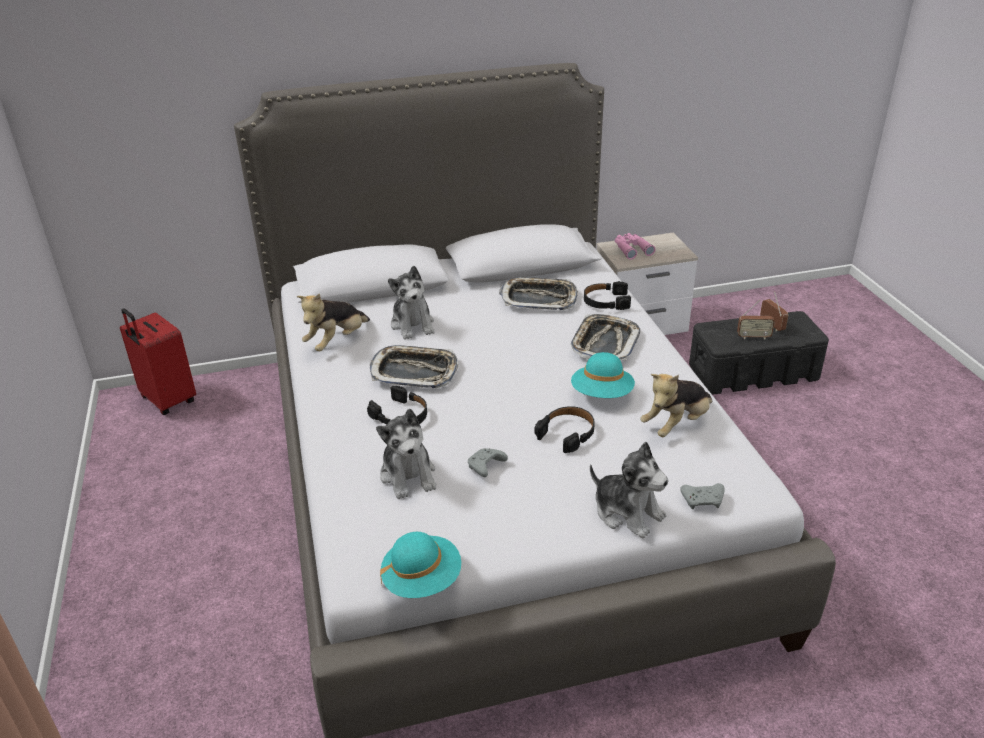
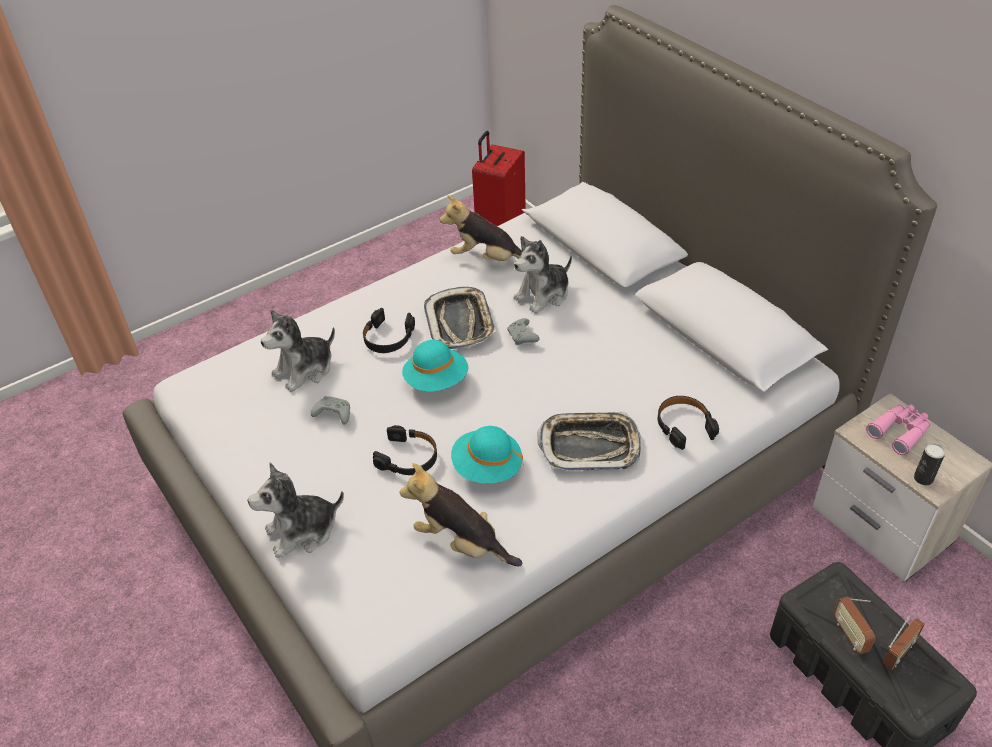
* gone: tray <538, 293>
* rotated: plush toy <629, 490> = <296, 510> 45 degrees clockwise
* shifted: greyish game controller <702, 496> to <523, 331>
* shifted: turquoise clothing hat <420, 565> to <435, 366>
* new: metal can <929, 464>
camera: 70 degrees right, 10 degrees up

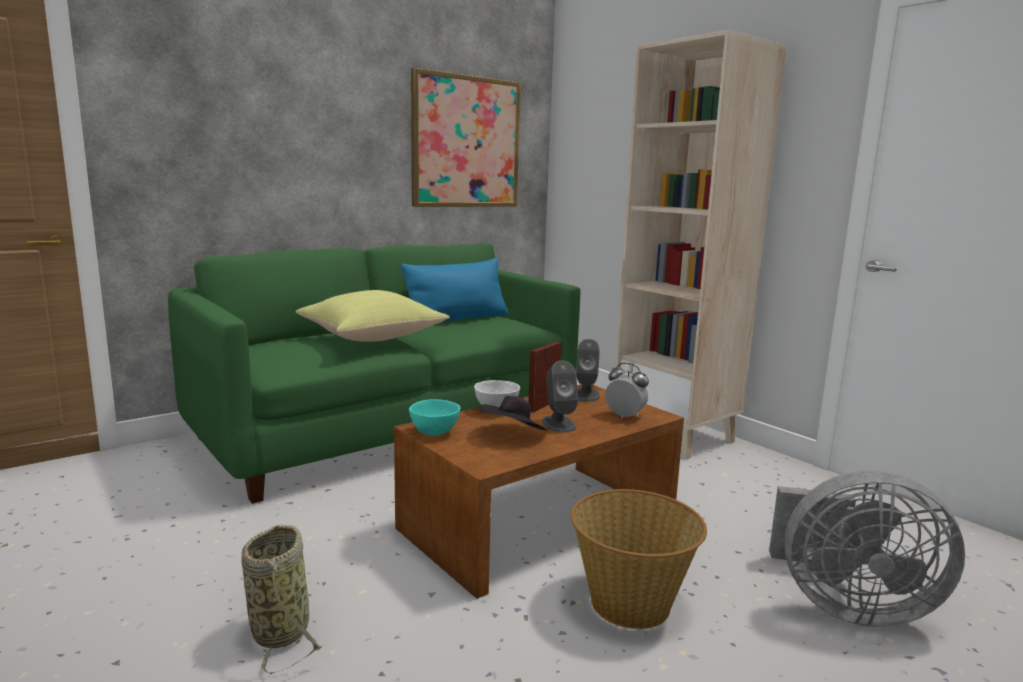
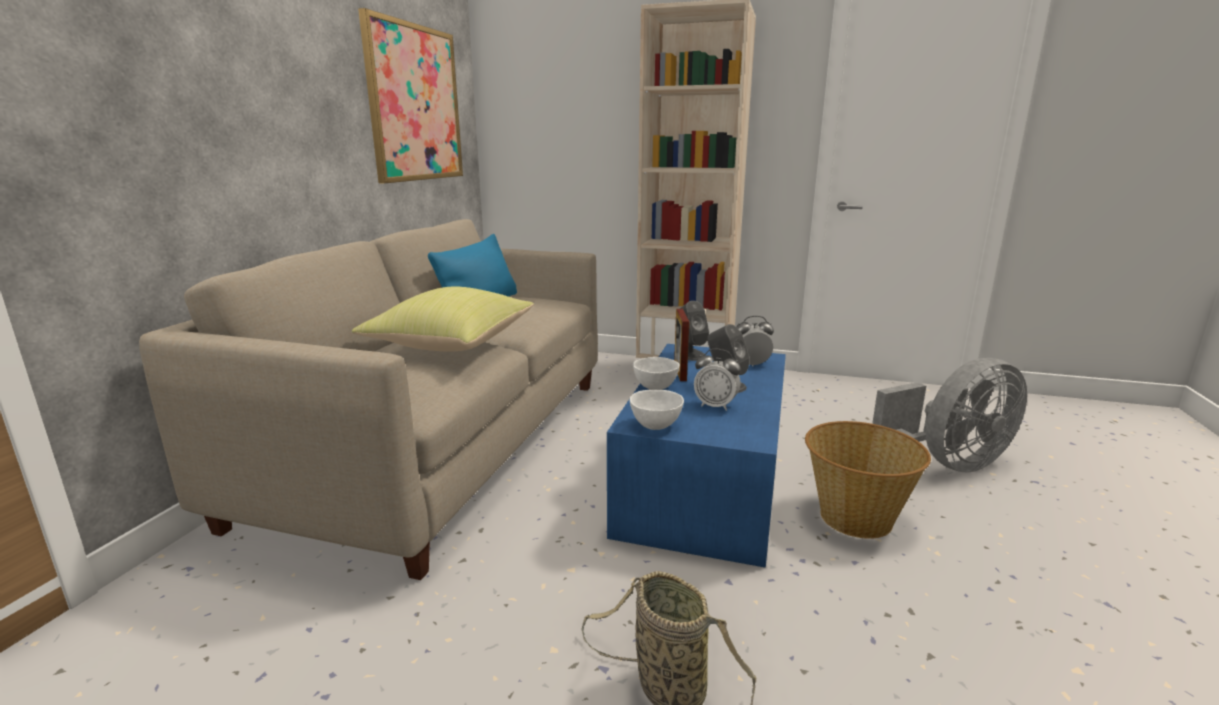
* repainted: greenish settee <374, 373> to beige settee <368, 399>
* repainted: brown lounge table <539, 492> to bluish lounge table <696, 455>
* swapped: blackish clothing hat <514, 413> to bedside clock <717, 380>
* repainted: turquoise serving bowl <434, 417> to whitish serving bowl <657, 410>
camera: 35 degrees left, 5 degrees up

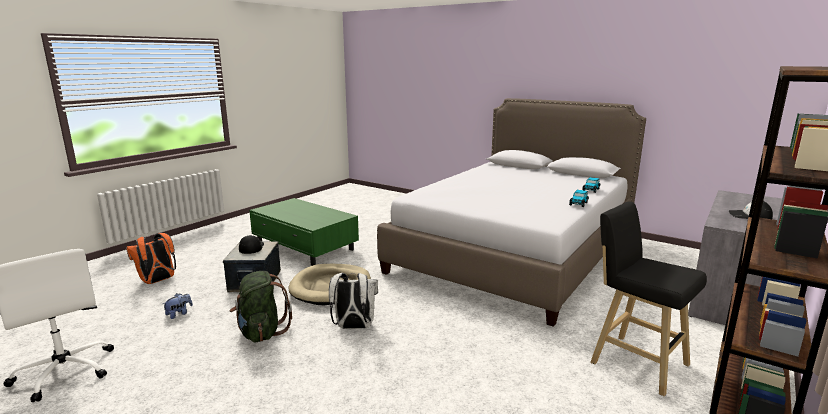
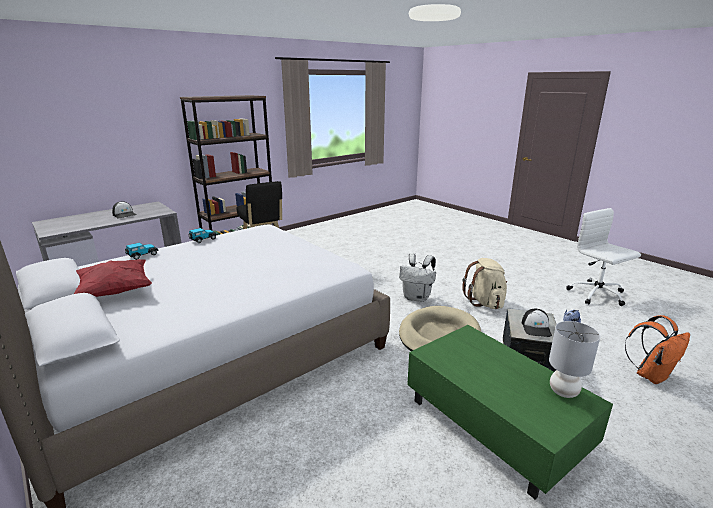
* repainted: greenish backpack <261, 306> to beige backpack <484, 283>
* new: red-coloured throw pillow <113, 278>
* new: greyish lamp for a table <574, 359>
camera: 165 degrees left, 5 degrees up

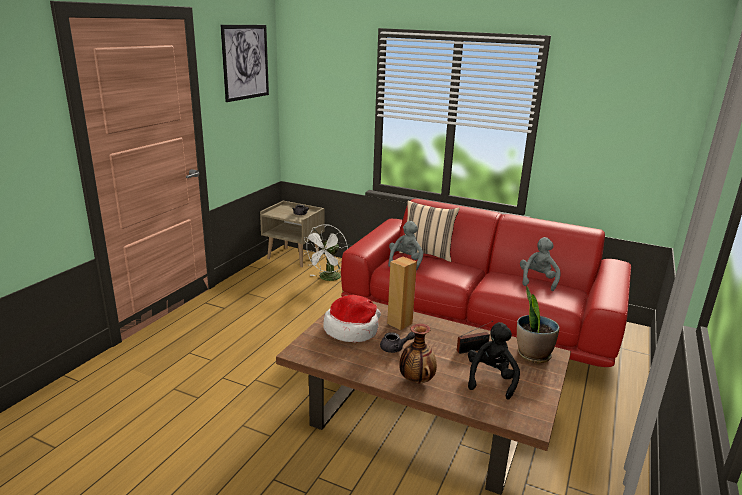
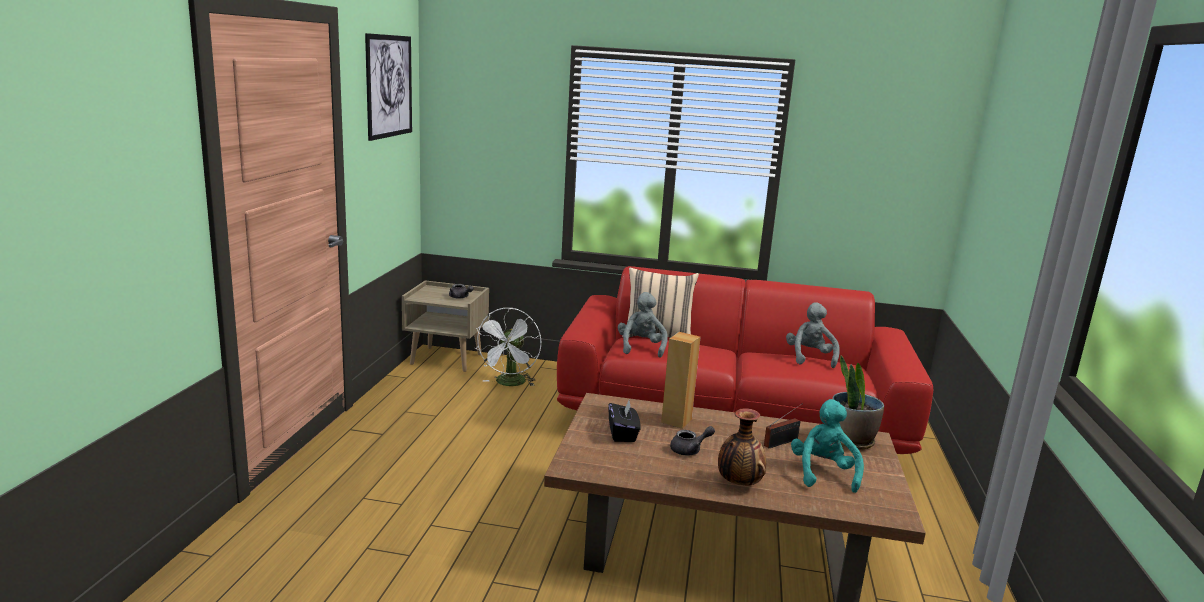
* swapped: clothing hat <352, 318> to blackish tissue holder <624, 420>
* repainted: blackish plush toy <494, 361> to turquoise plush toy <827, 446>
camera: 15 degrees left, 5 degrees down

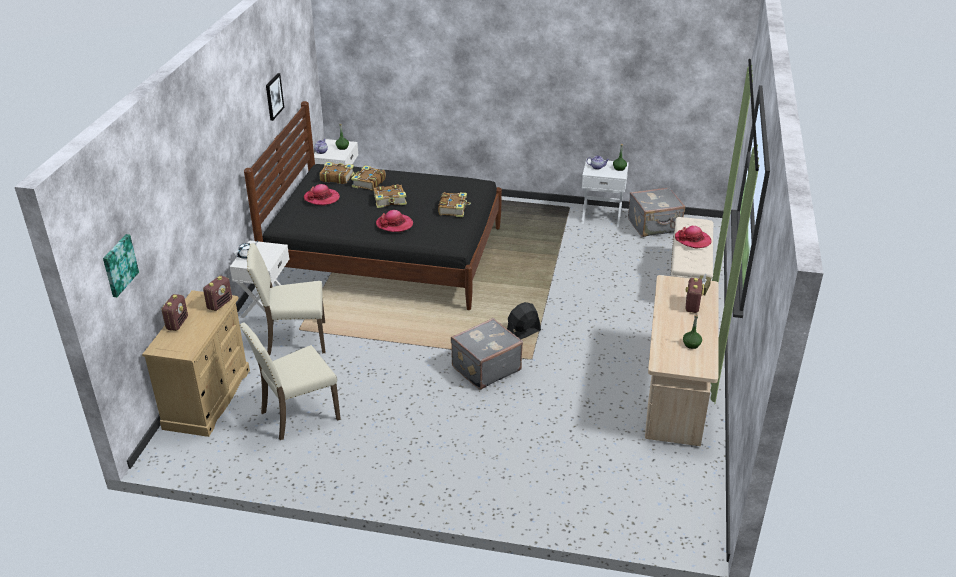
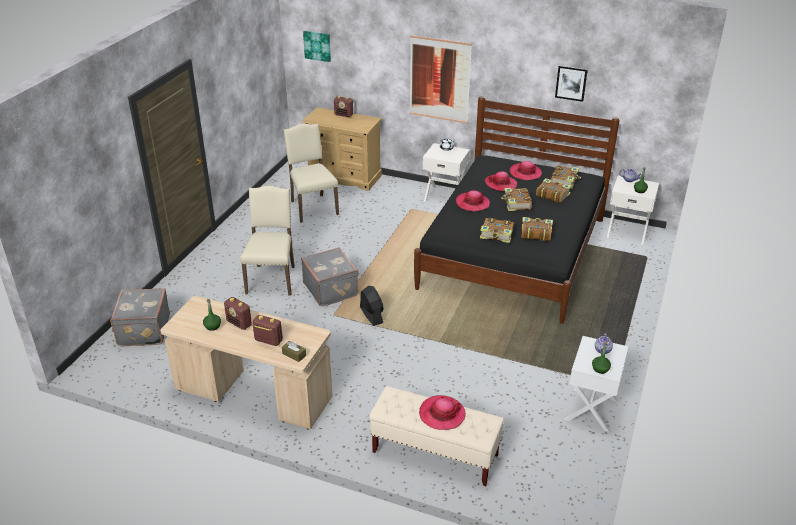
* shifted: greyish suitcase <656, 212> to <140, 317>
* shifted: beige chair <286, 299> to <267, 240>
* shifted: radio <217, 293> to <238, 313>
* new: picture <441, 79>
* new: clothing hat <500, 181>
* new: bound book <537, 229>
camera: 100 degrees right, 0 degrees up

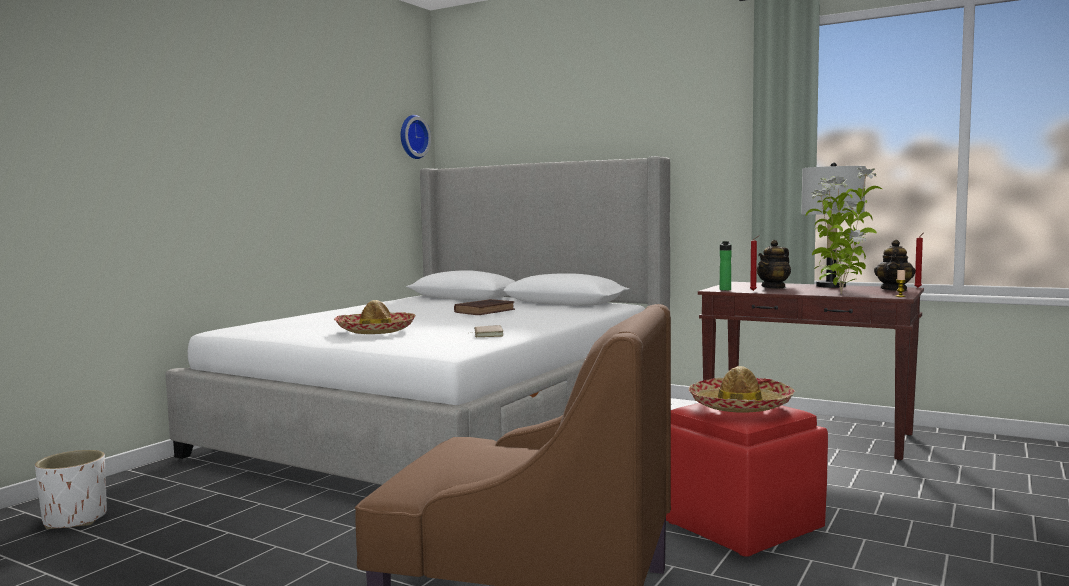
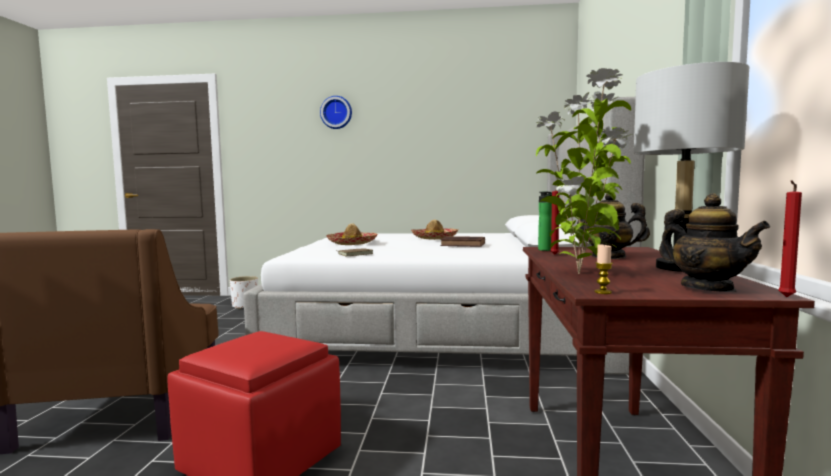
* shifted: clock on the wall <416, 137> to <336, 112>
* rotated: teapot <895, 265> = <714, 242> 120 degrees counterclockwise
* shifted: clothing hat <742, 389> to <435, 229>
camera: 65 degrees right, 0 degrees up

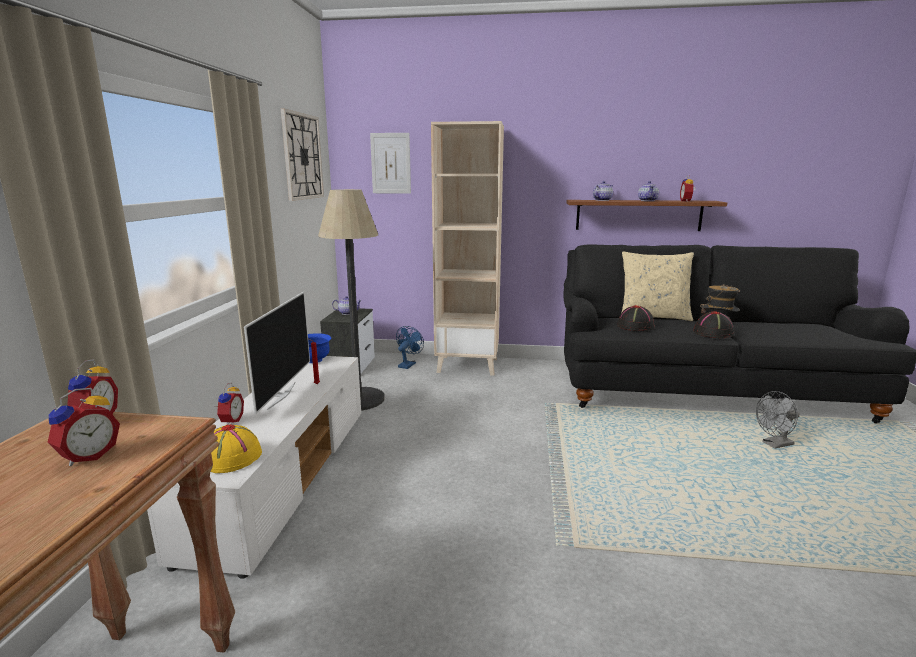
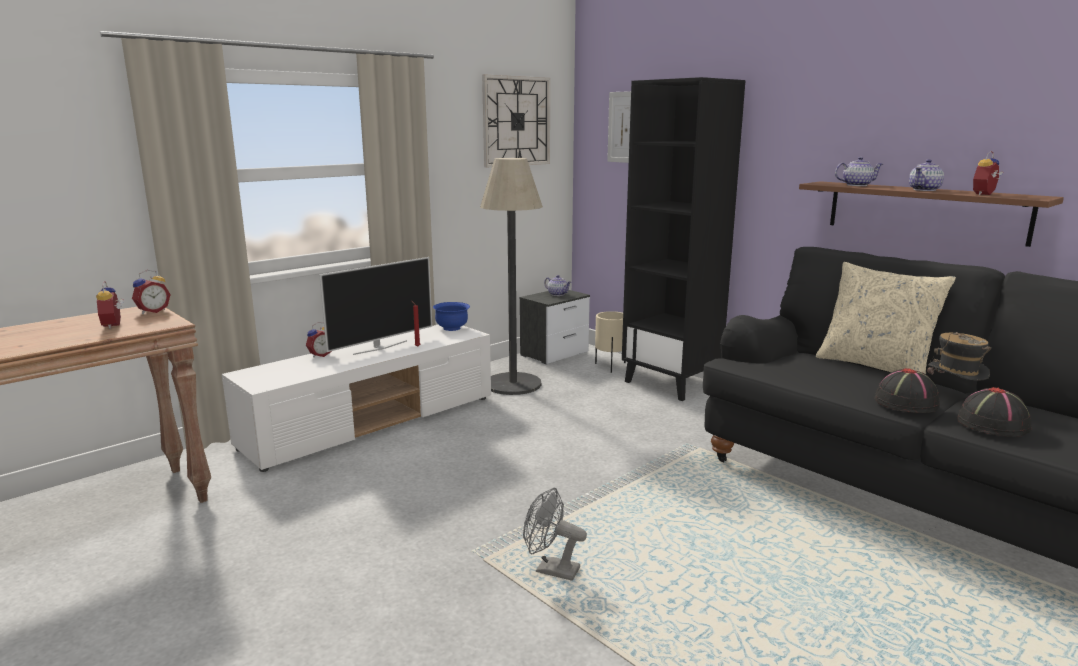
* repainted: beige bookcase <467, 248> to blackish bookcase <684, 239>
* shifted: blackish clothing hat <636, 318> to <994, 412>
* swapped: bluish fan <410, 347> to beige flower pot <610, 342>
* rotated: bedside clock <84, 427> = <109, 305> 90 degrees clockwise
* shifted: greyish fan <778, 420> to <555, 534>
* gone: yellowish clothing hat <236, 448>
camera: 40 degrees right, 0 degrees up

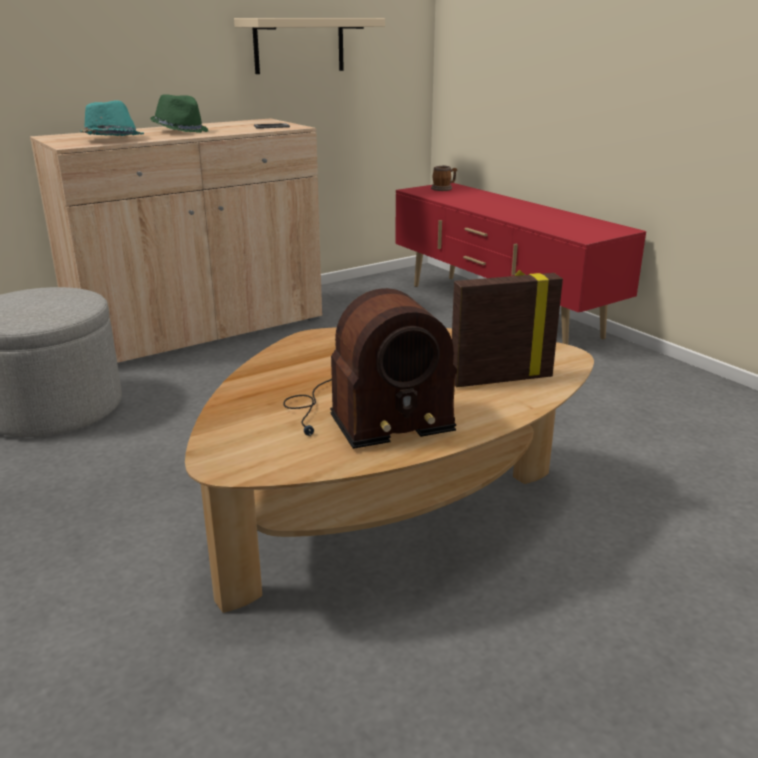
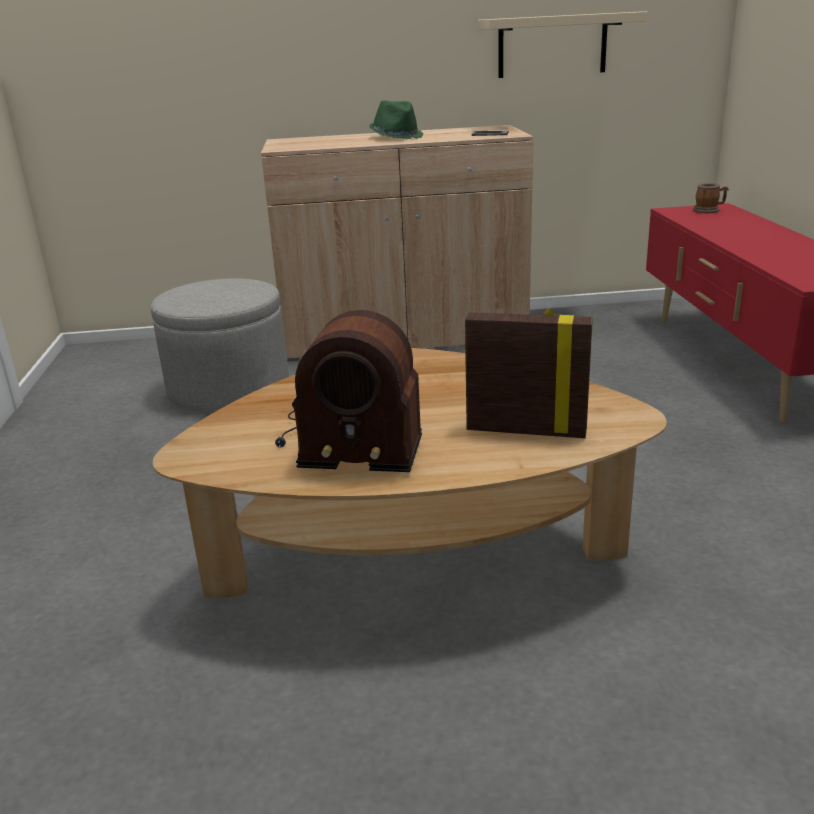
* gone: turquoise clothing hat <112, 118>
camera: 30 degrees right, 0 degrees up

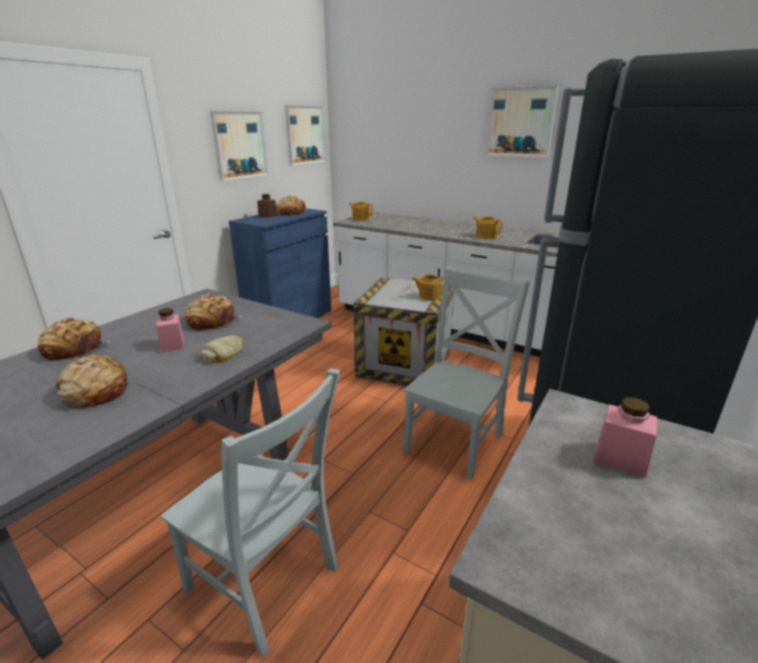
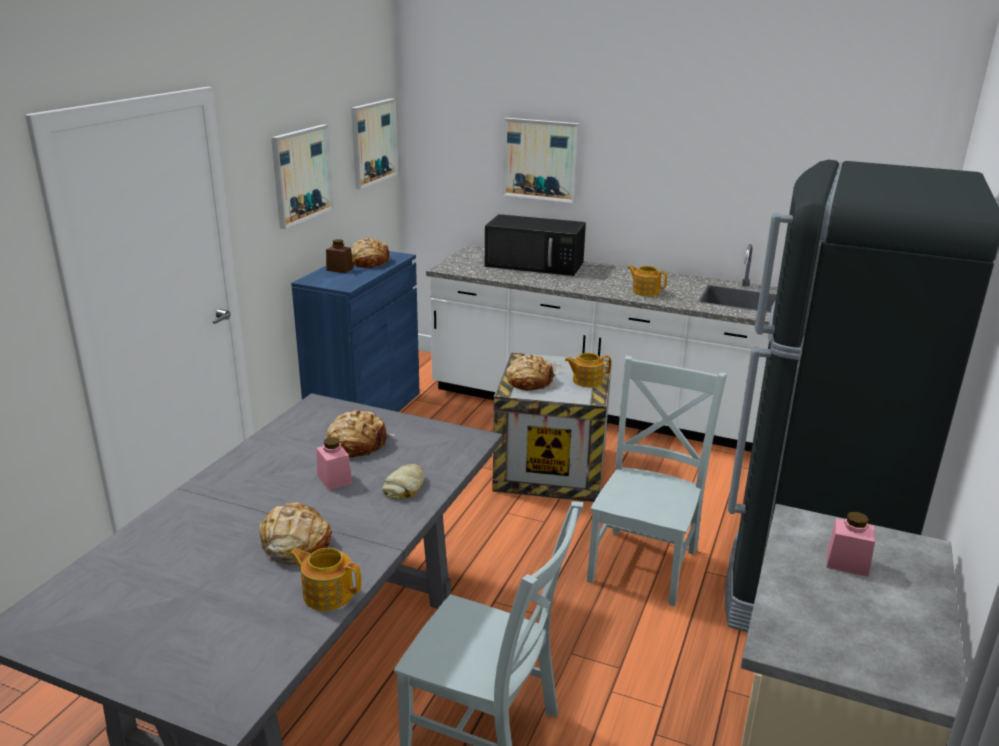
* shifted: picture <522, 121> to <541, 160>
* shifted: teapot <361, 211> to <325, 579>
* shifted: bakery bread <73, 339> to <531, 372>
* new: blackish kitchen microwave <535, 245>
camera: 10 degrees left, 0 degrees up

